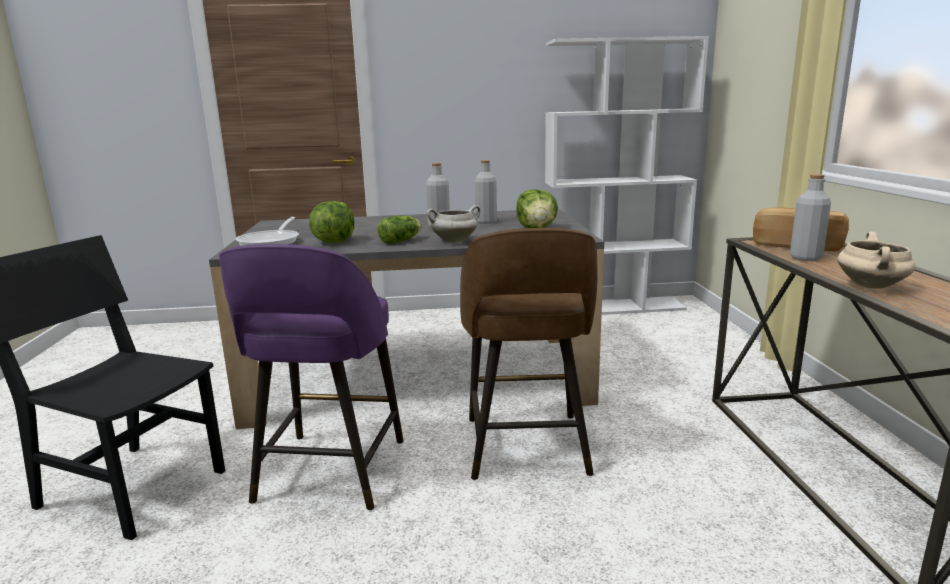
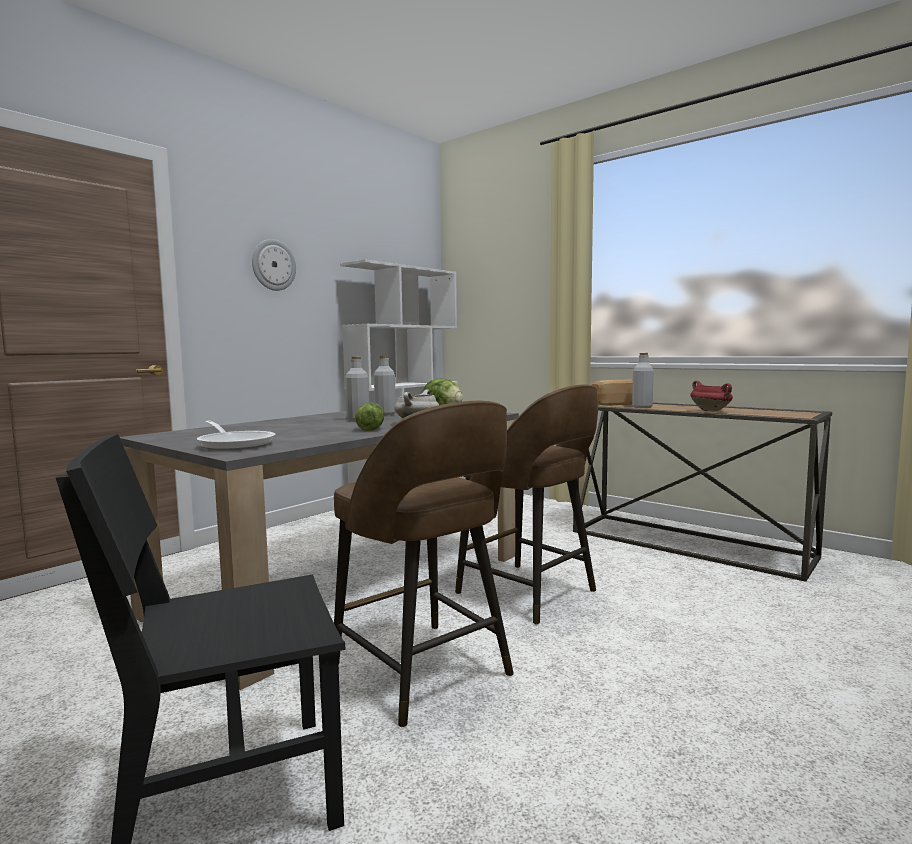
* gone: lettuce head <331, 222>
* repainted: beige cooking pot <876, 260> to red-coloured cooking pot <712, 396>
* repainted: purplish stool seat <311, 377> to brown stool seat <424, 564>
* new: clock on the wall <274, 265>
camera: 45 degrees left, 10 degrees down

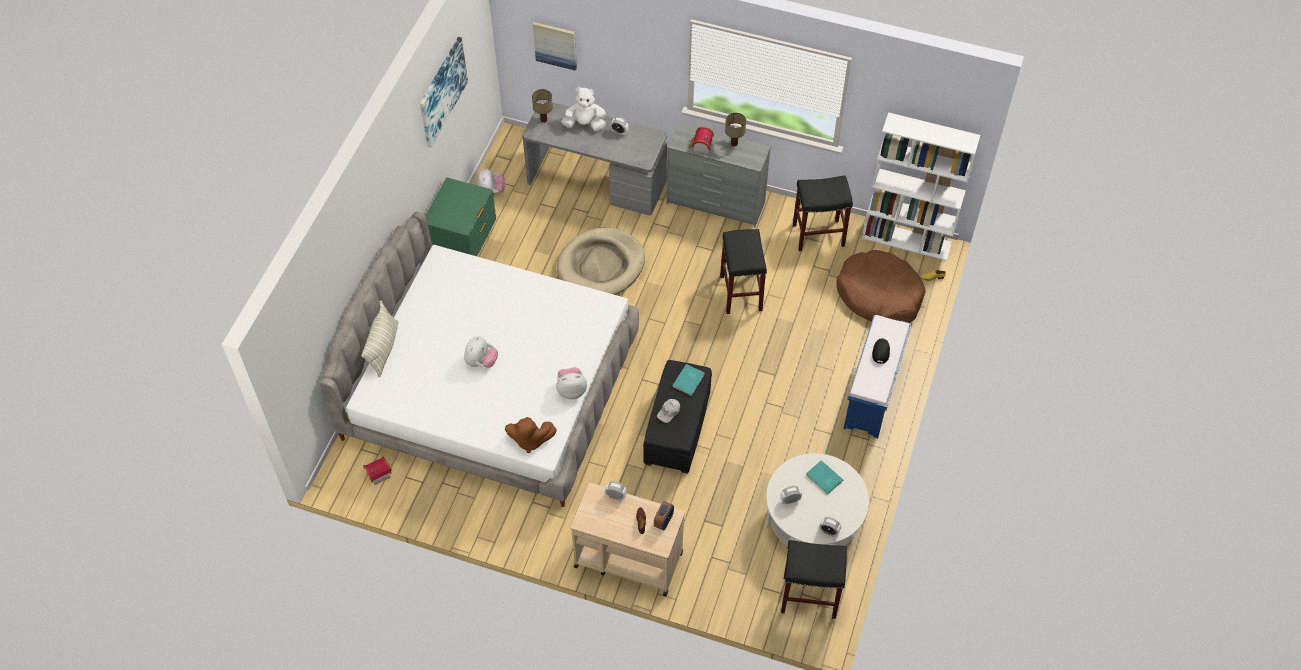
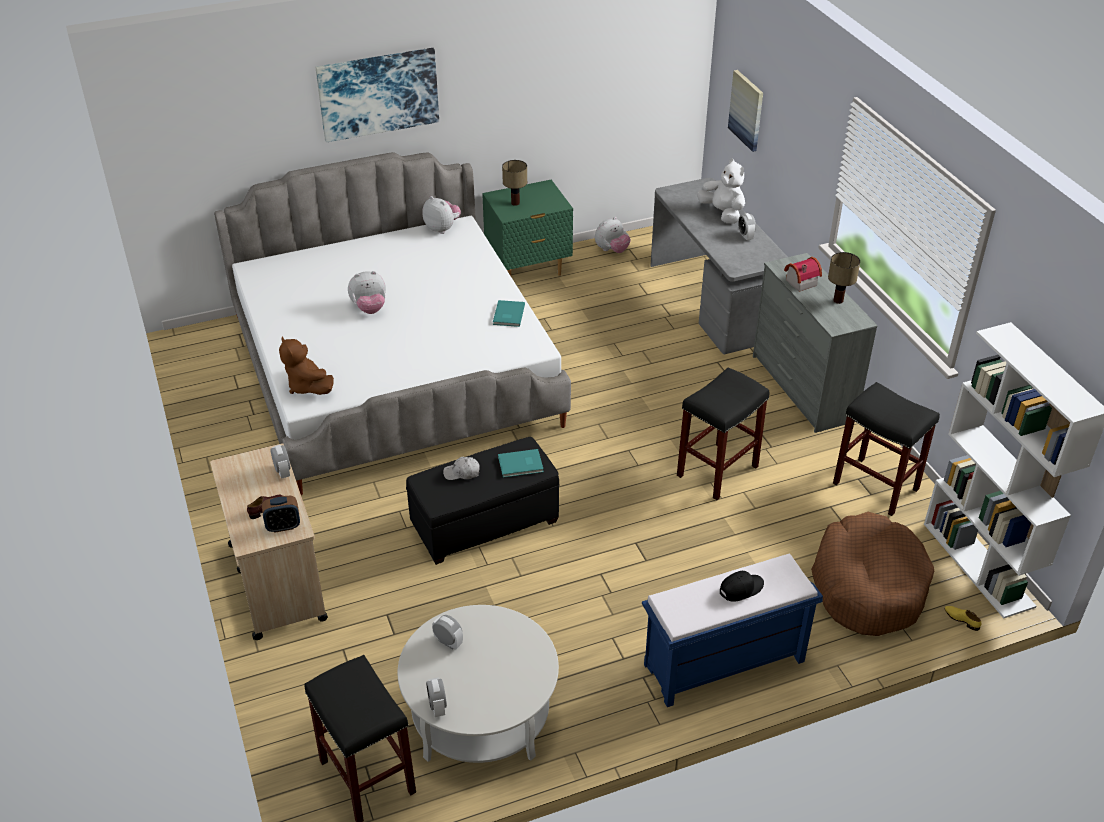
* shifted: picture <444, 92> to <377, 95>
* shifted: lamp for a table <542, 106> to <514, 183>
* gone: beige dog cushion <601, 261>
* gone: throw pillow <379, 338>
* shifted: plush toy <571, 383> to <441, 215>
* gone: model house <377, 470>
* shifted: turquoise bound book <824, 477> to <509, 313>
camera: 50 degrees right, 15 degrees down

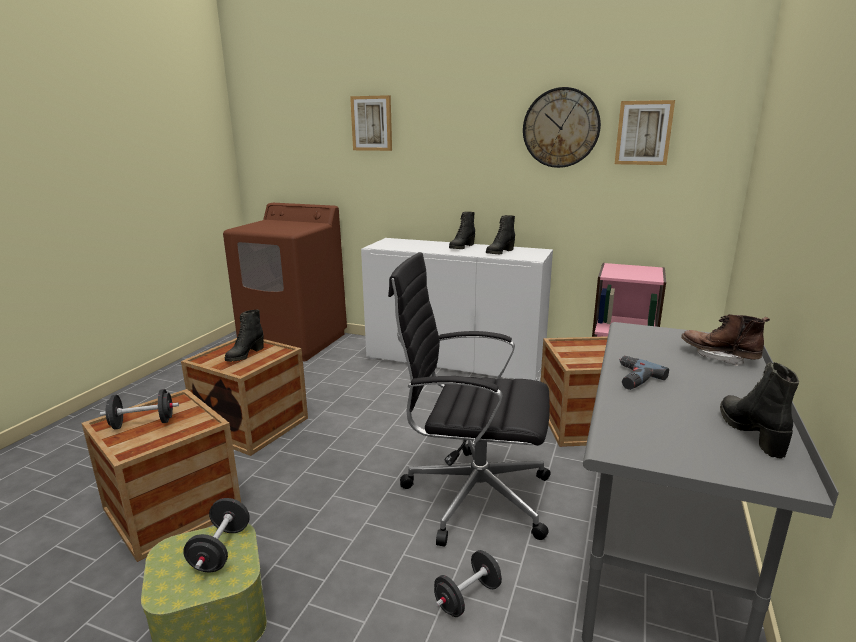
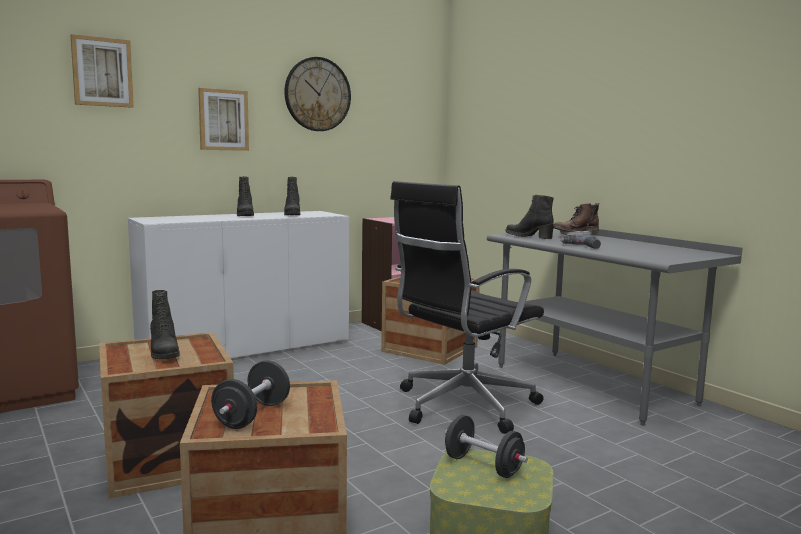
* shifted: picture <645, 132> to <223, 119>
* shifted: blackish tall boot <759, 410> to <529, 217>
* gone: blackish dumbbell <468, 583>
camera: 55 degrees left, 10 degrees down

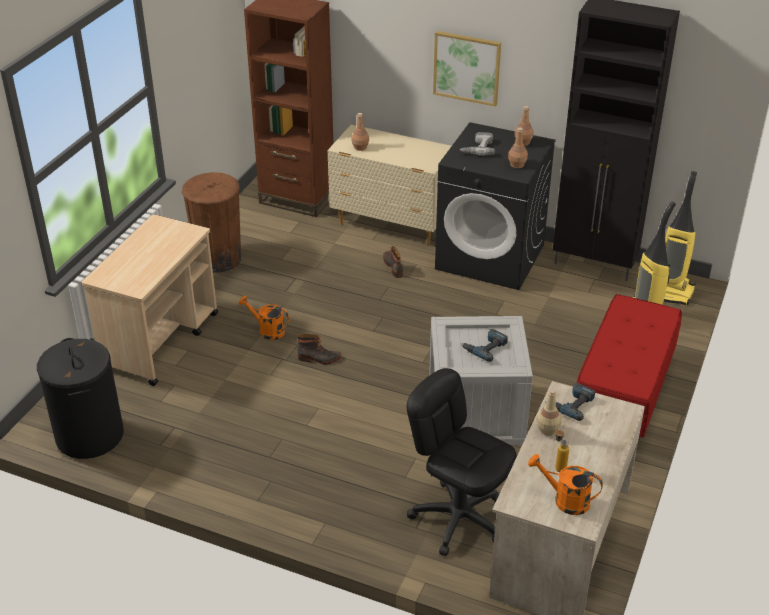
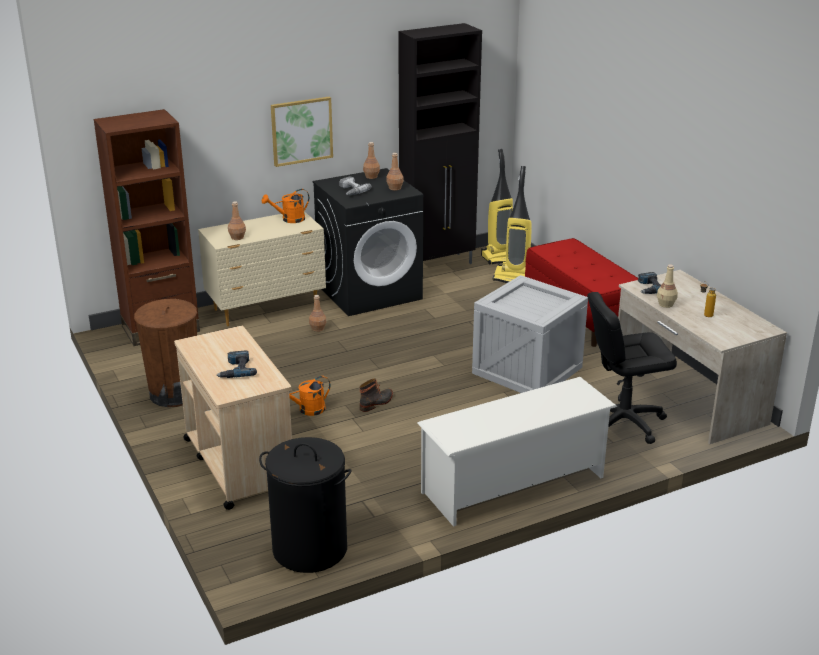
* swapped: tall boot <393, 262> to brown beverage bottle <317, 313>
* shifted: electric drill <484, 345> to <236, 364>
* shifted: orange watering pot <565, 484> to <285, 206>
* new: whitish shoe rack <517, 452>
camera: 50 degrees left, 10 degrees down

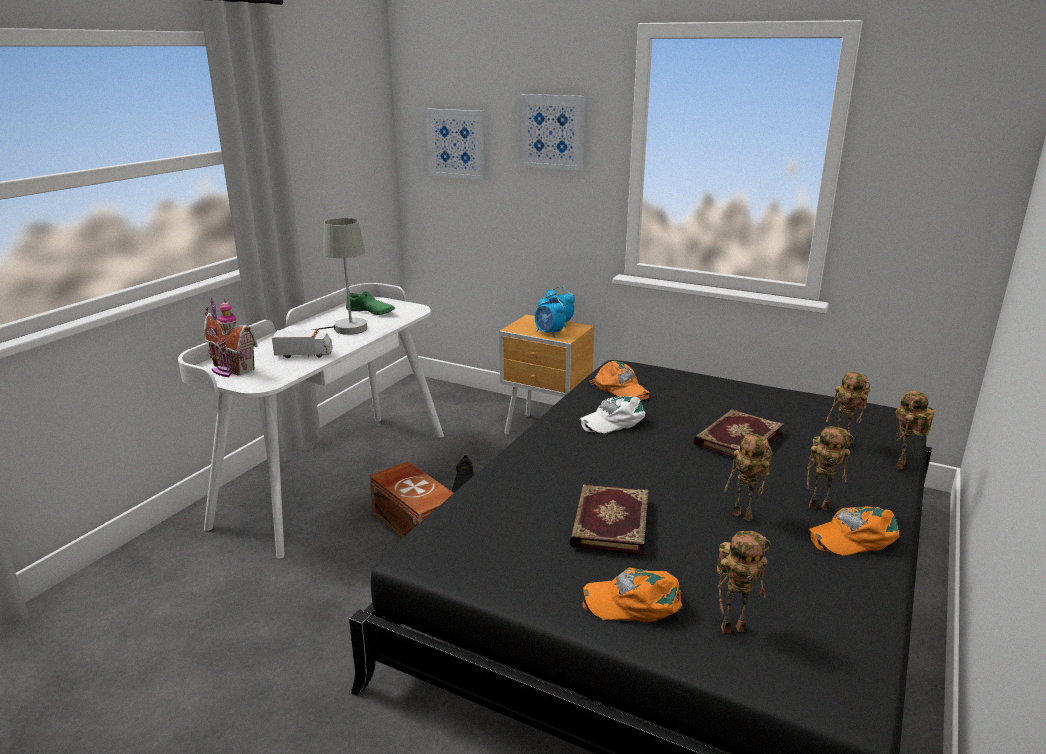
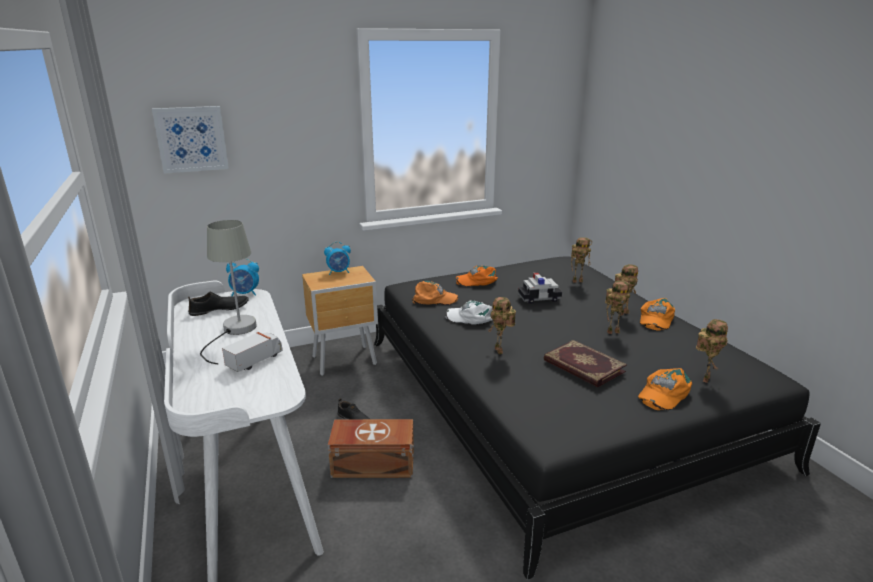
* gone: picture <552, 132>
* repainted: greenish shoe <370, 303> to blackish shoe <218, 304>
* shifted: bedside clock <550, 316> to <242, 277>
* gone: model house <231, 337>
* shifted: model robot <915, 430> to <502, 325>
* rotated: whitish peaked cap <613, 415> = <469, 312> 90 degrees clockwise
* swapped: bound book <738, 433> to miniature car <540, 288>
* new: orange peaked cap <476, 276>
camera: 50 degrees left, 0 degrees up

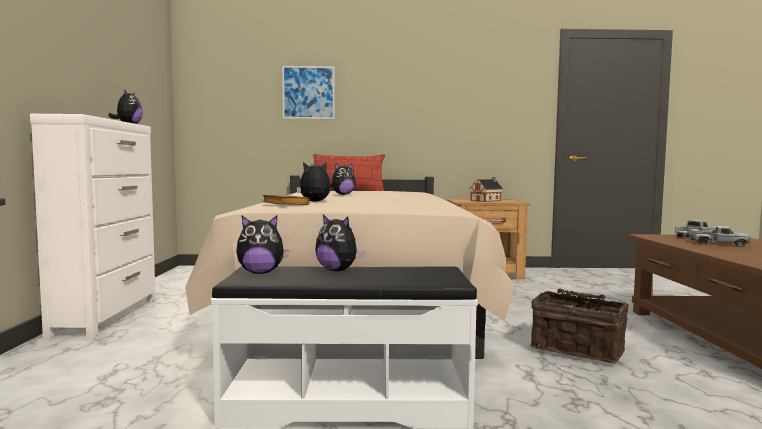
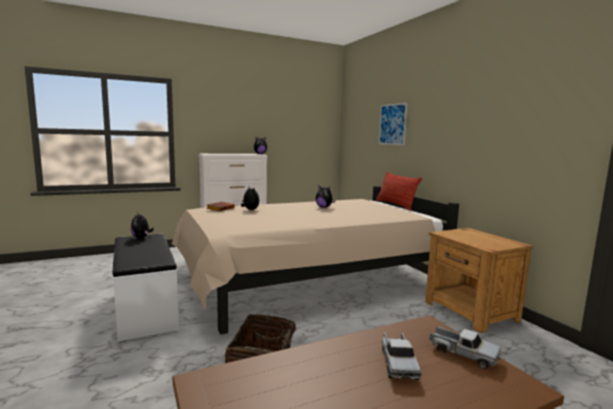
* gone: model house <486, 189>
* gone: plush toy <340, 242>
camera: 65 degrees right, 5 degrees up

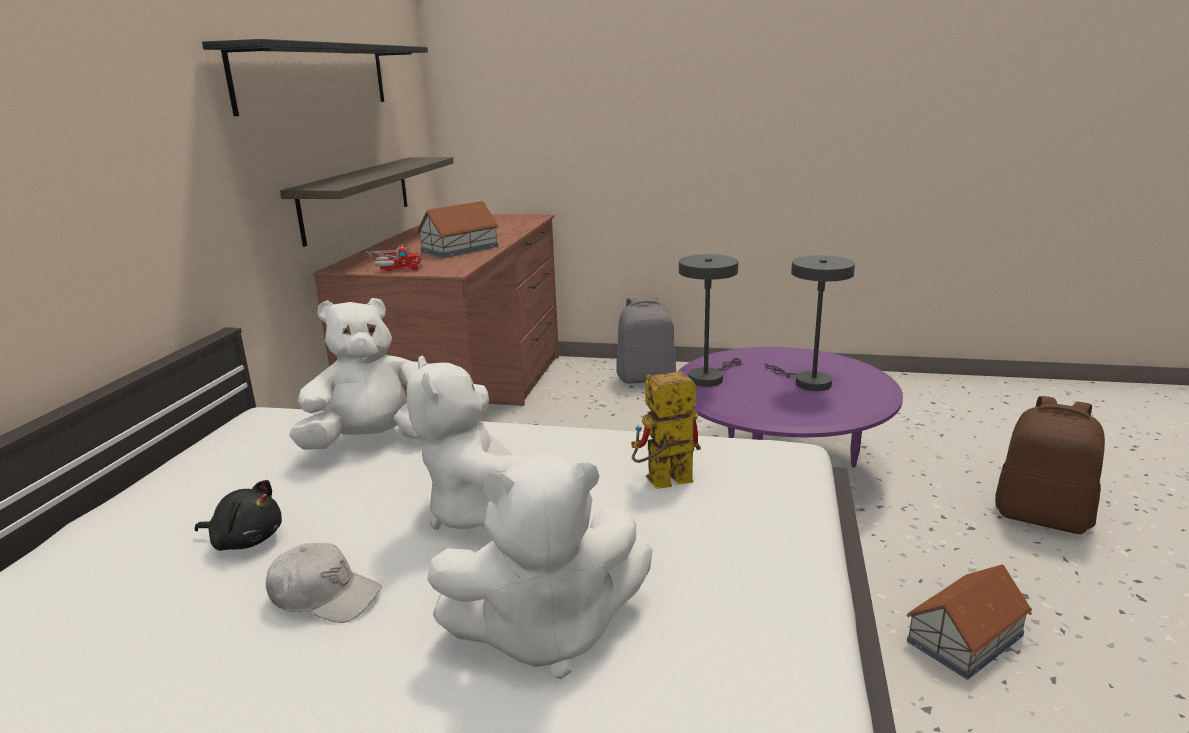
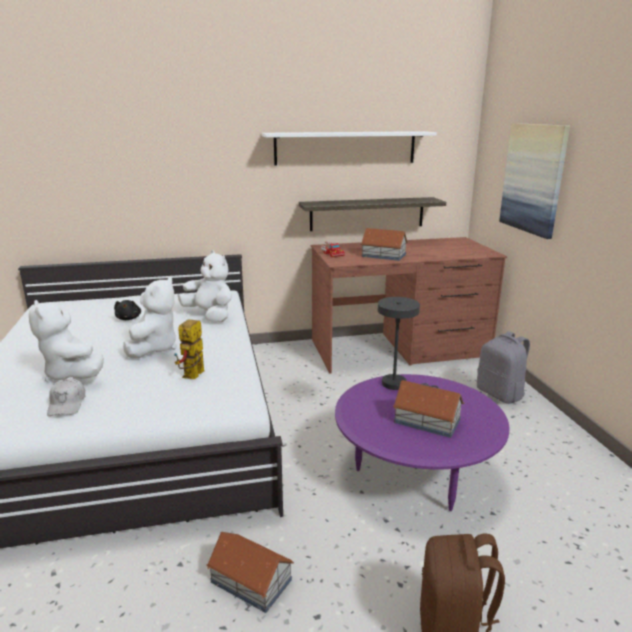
* repainted: blackish bracket shelf <315, 77> to whitish bracket shelf <349, 148>
* swapped: greyish lamp for a table <809, 323> to model house <428, 409>
* rotated: whitish plush toy <468, 443> = <150, 317> 150 degrees clockwise
* rotated: model robot <666, 430> = <189, 349> 120 degrees counterclockwise
* shifted: whitish peaked cap <324, 583> to <66, 397>
* new: picture <534, 181>
camera: 65 degrees right, 0 degrees up

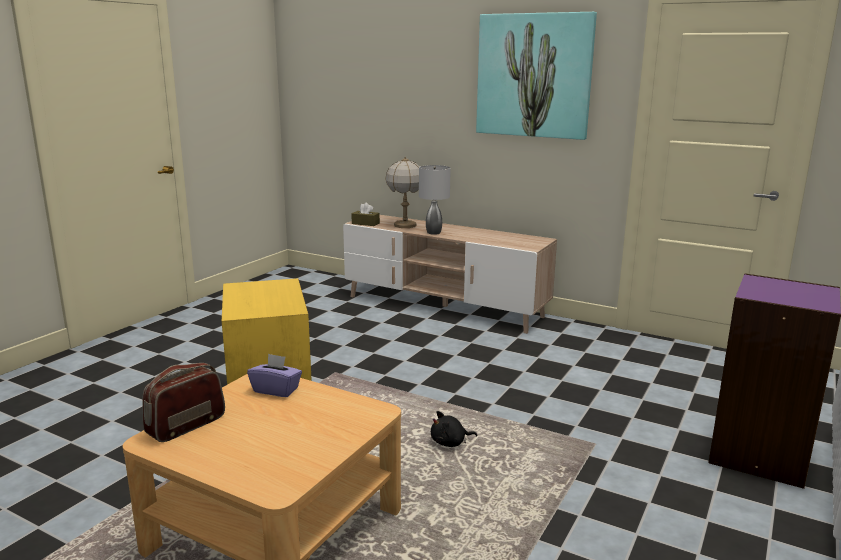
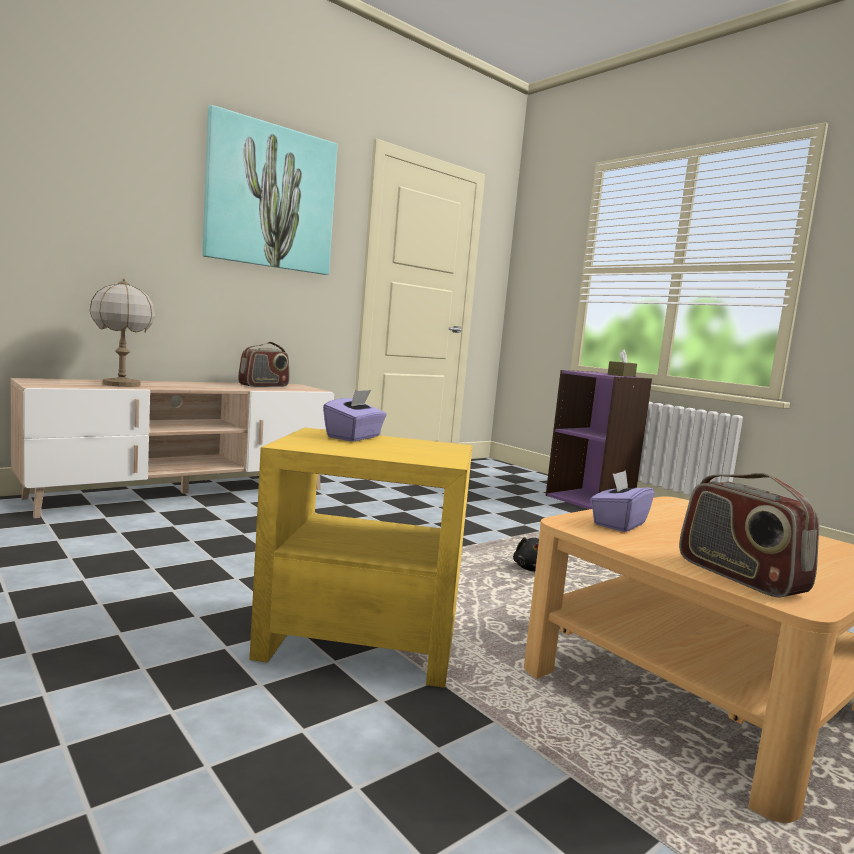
* gone: greyish lamp for a table <435, 200>
* shifted: brown tissue holder <365, 214> to <622, 363>
* new: radio <263, 364>
* new: purplish tissue holder <355, 416>
camera: 70 degrees left, 10 degrees down

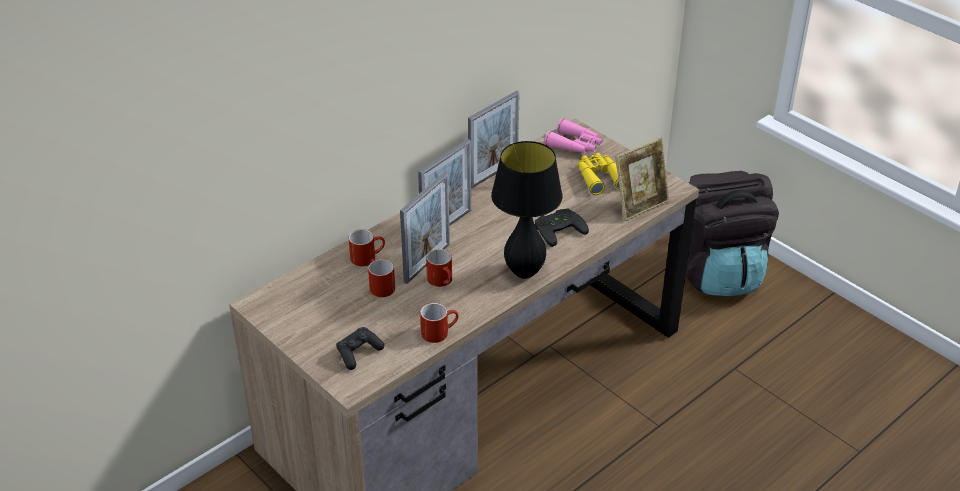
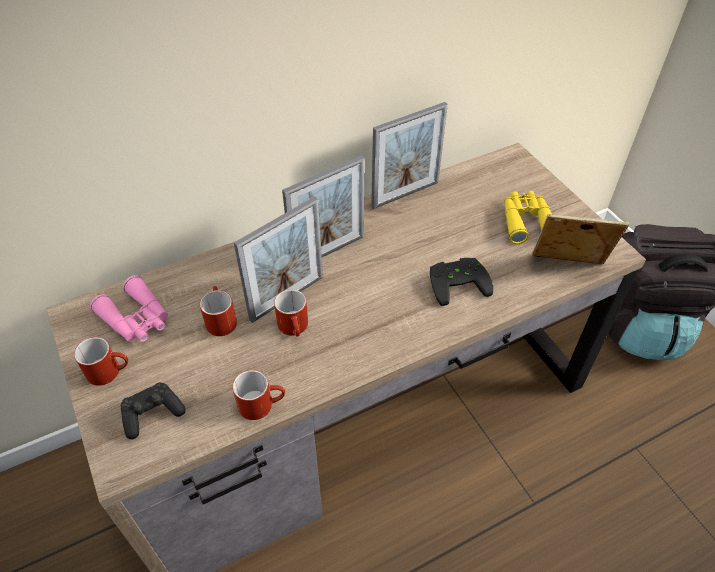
* shifted: pinkish binoculars <573, 136> to <129, 308>
* rotated: picture frame <643, 179> = <580, 239> 150 degrees counterclockwise
* gone: blackish lamp for a table <526, 210>
* shifted: red-coloured tea mug <367, 247> to <101, 361>
camera: 15 degrees right, 10 degrees up

